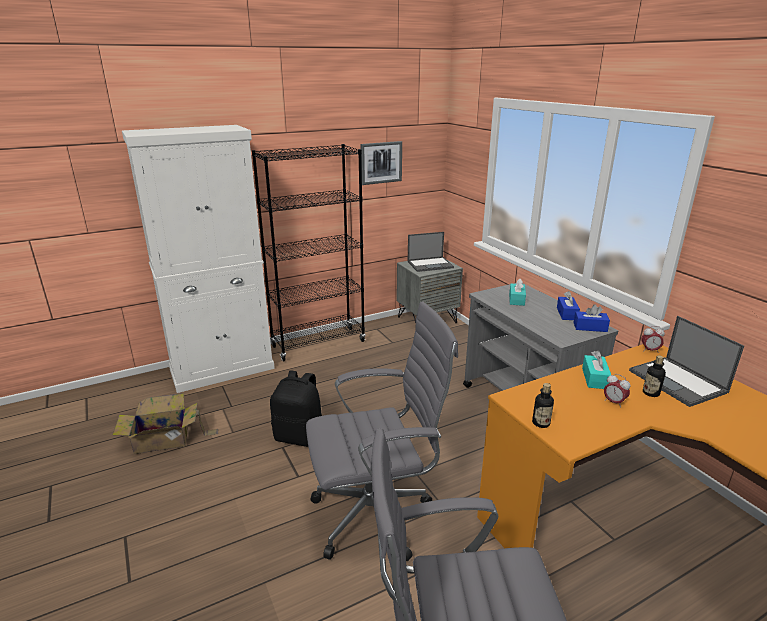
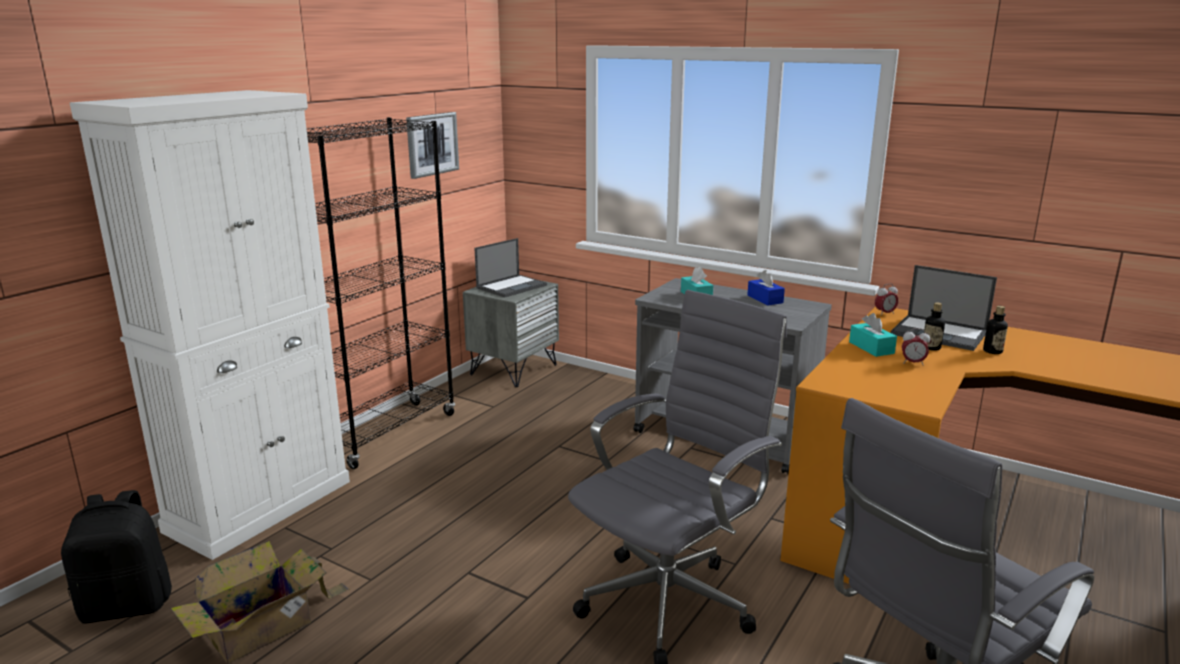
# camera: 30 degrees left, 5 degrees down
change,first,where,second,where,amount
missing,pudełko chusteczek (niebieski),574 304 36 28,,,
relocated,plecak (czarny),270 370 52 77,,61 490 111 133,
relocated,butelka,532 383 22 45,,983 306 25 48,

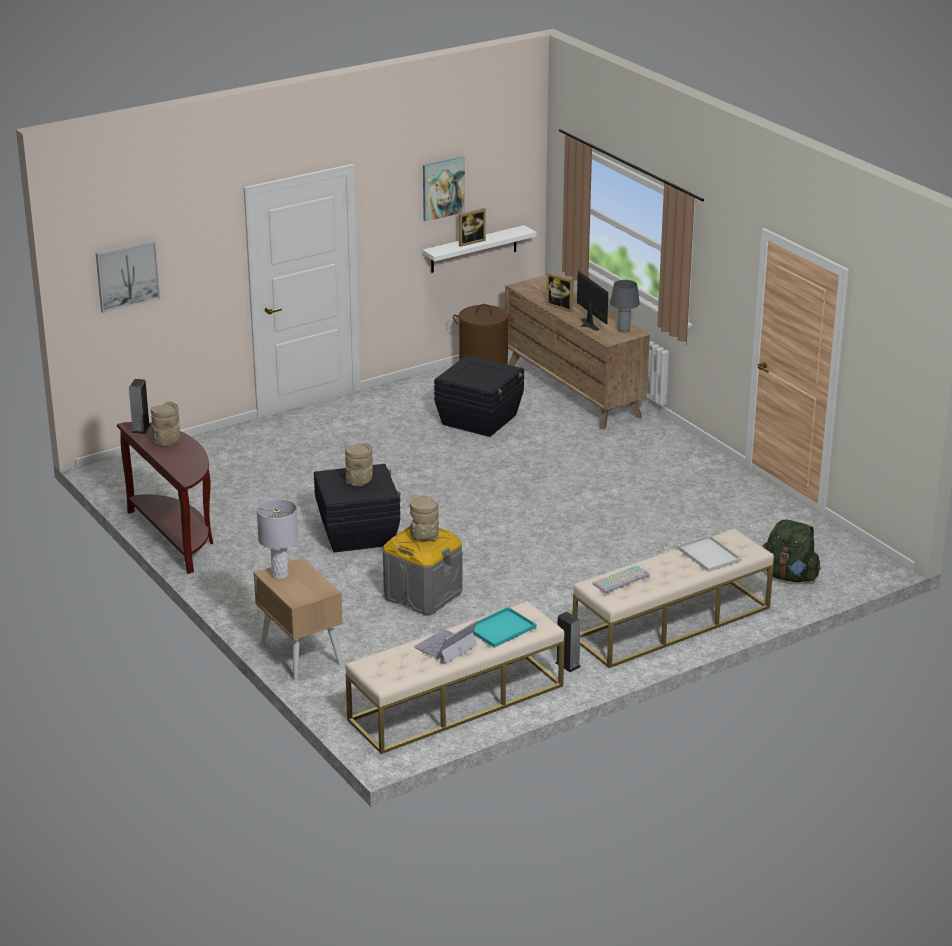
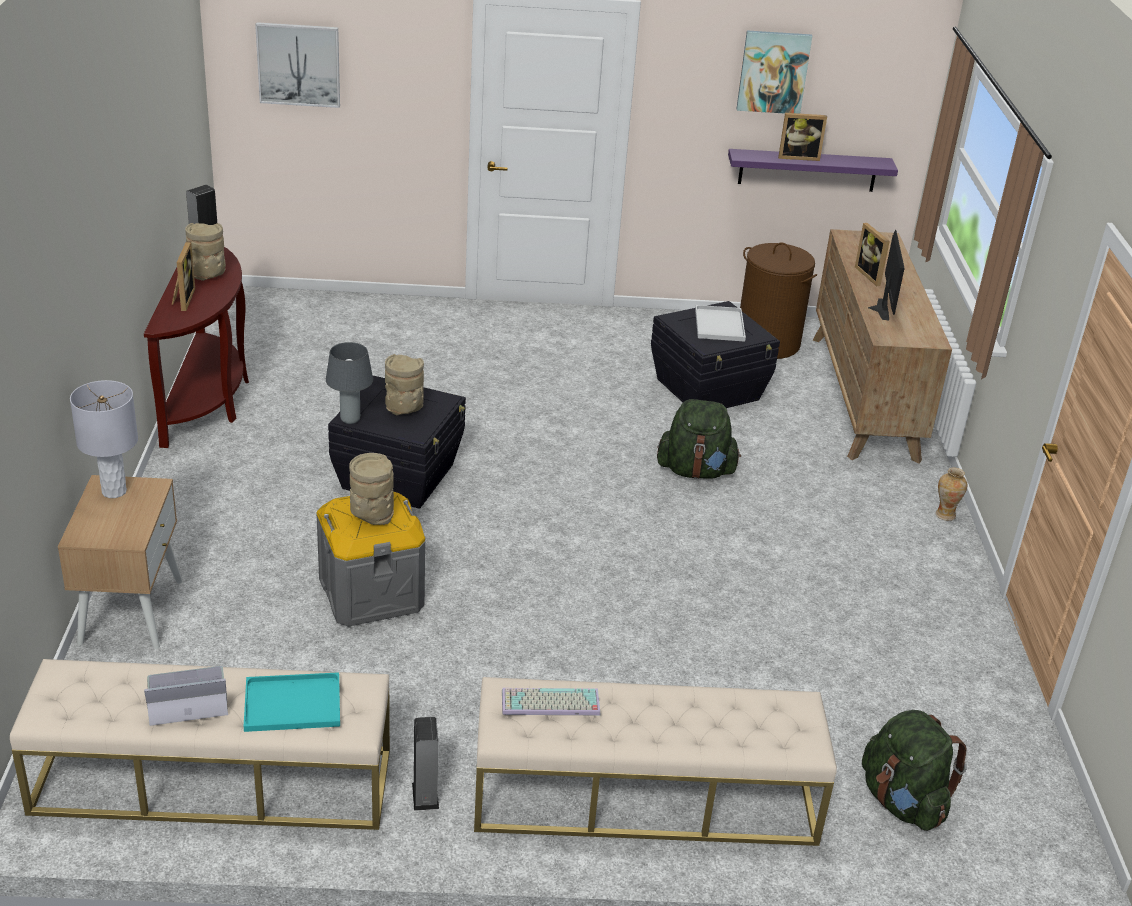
# camera: 30 degrees right, 5 degrees up
change,first,where,second,where,amount
appeared,,,ramka na zdjęcie,172 241 23 70,
appeared,,,plecak (zielony),657 399 84 80,
appeared,,,wazon,935 467 32 54,
relocated,lampa stołowa (szary),610 280 30 52,,326 342 47 82,
relocated,taca (biały),677 535 64 37,,695 305 51 37,
colour,półka (biały),423 225 114 48,półka (fioletowy),728 149 170 43,

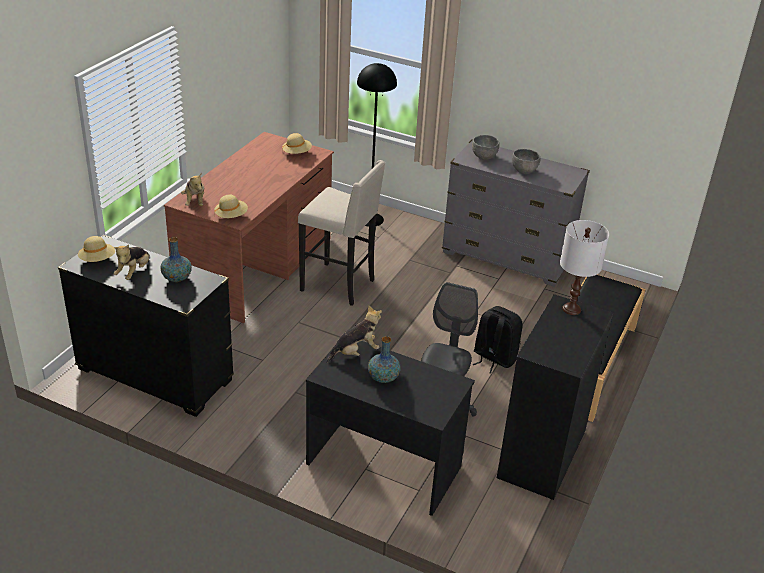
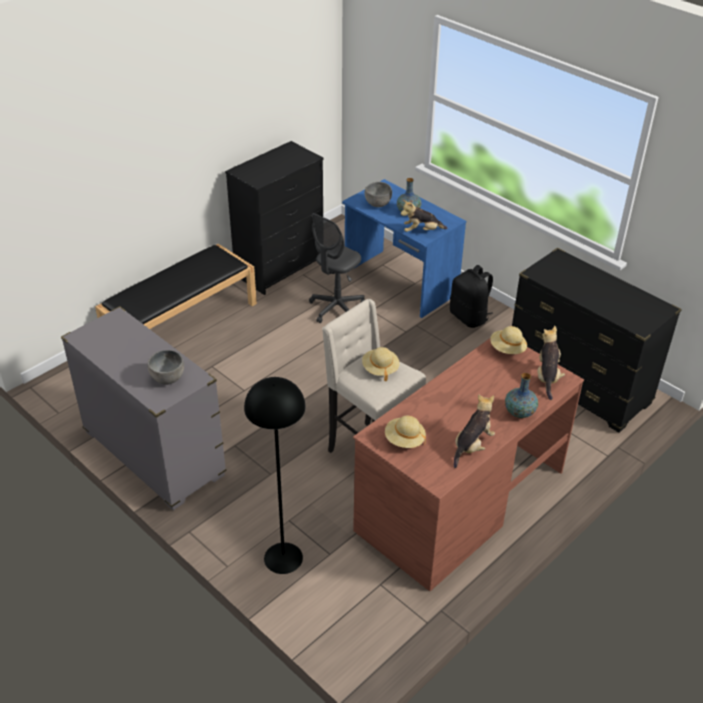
# camera: 160 degrees left, 5 degrees up
change,first,where,second,where,amount
missing,lampa stołowa (biały),560 220 49 95,,,
relocated,kapelusz (beżowy),78 236 37 26,,362 347 38 34,
relocated,pluszak,113 244 37 36,,454 394 41 74,
relocated,wazon,161 237 31 45,,505 373 33 45,
relocated,plecak (czarny),472 306 51 68,,450 265 43 63,
relocated,miska (szary),512 149 29 25,,365 182 27 25,
colour,biurko (czarny),306 341 169 175,biurko (niebieski),342 179 124 139,

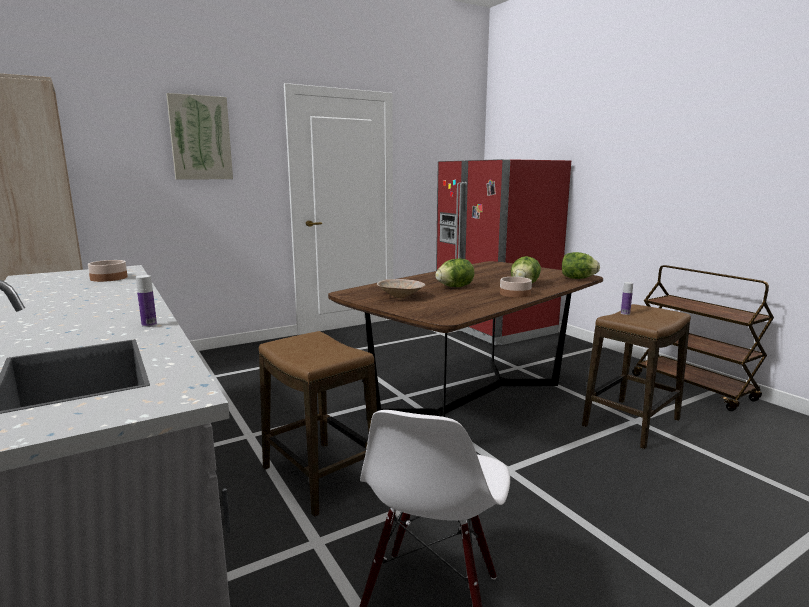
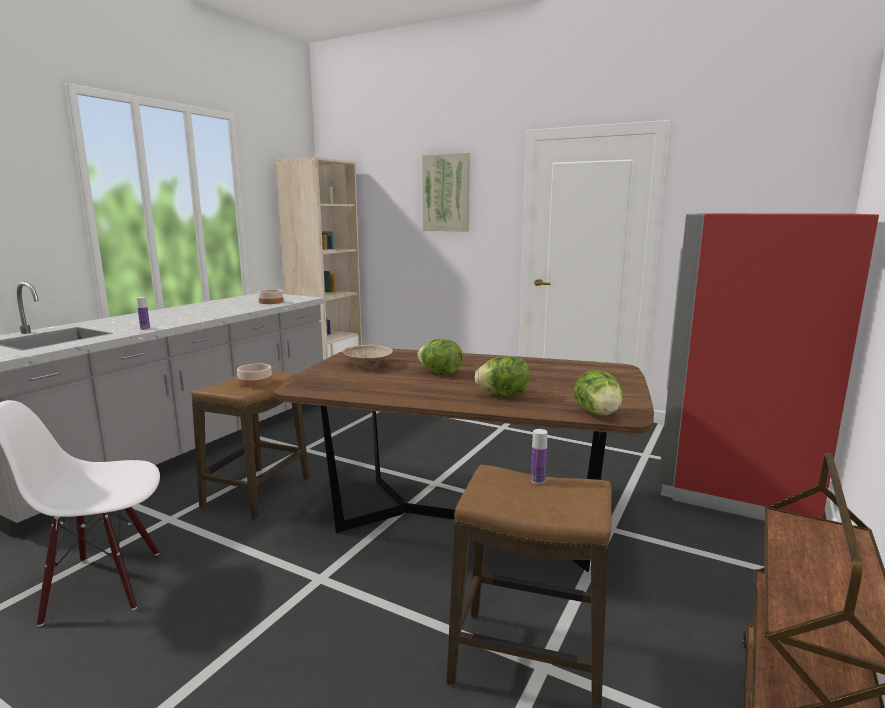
# camera: 60 degrees right, 0 degrees up
change,first,where,second,where,amount
relocated,miska,500 277 32 21,,237 363 35 24,

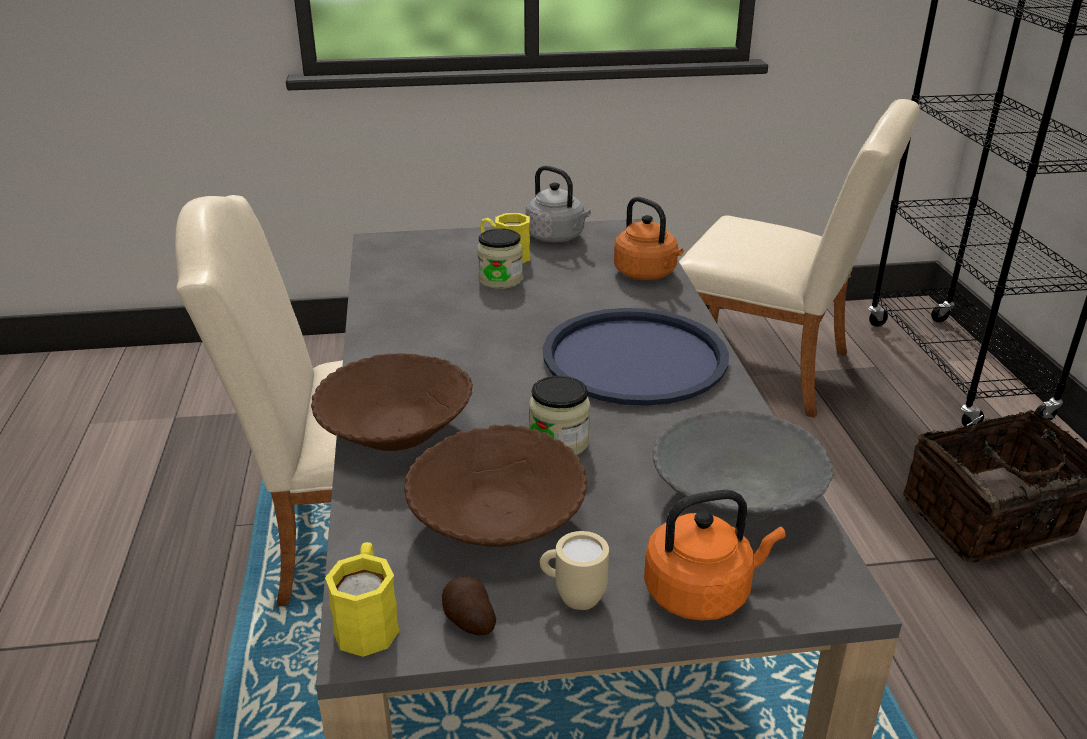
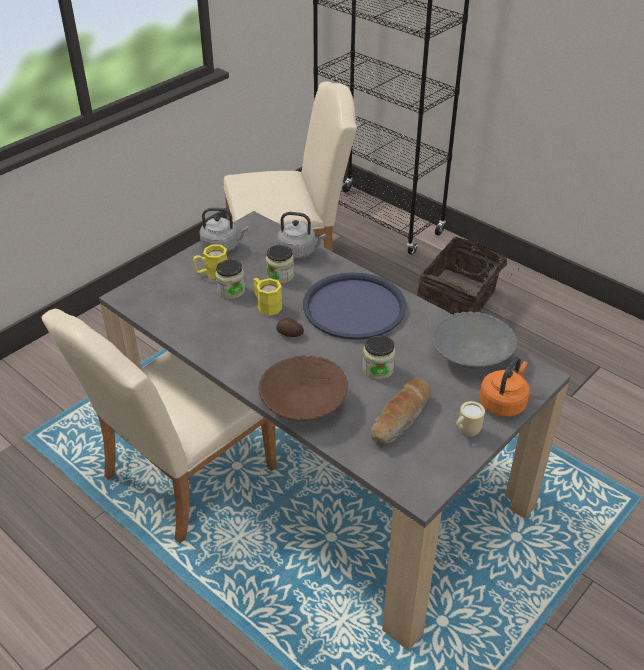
# camera: 40 degrees left, 10 degrees up
change,first,where,second,where,amount
appeared,,,słoik,266 245 28 39,
relocated,kubek (żółty),325 542 75 115,,253 278 29 38,
relocated,ziemniak,442 576 54 60,,276 318 28 19,
exchanged,miska (brązowy),404 424 183 123,chleb,371 378 60 66,
colour,czajnik (pomarańczowy),614 197 70 83,czajnik (szary),277 212 49 47,

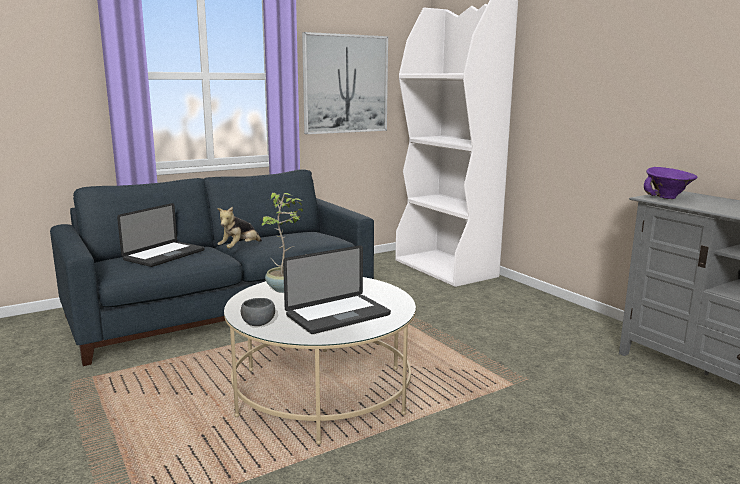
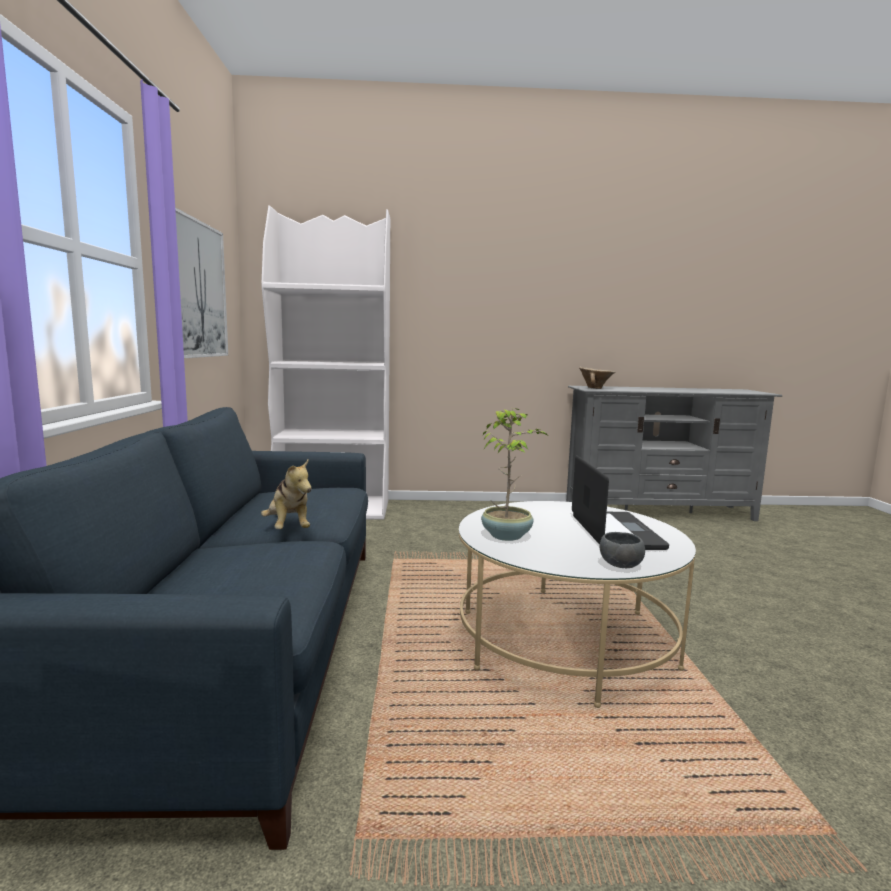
# camera: 60 degrees left, 5 degrees down
change,first,where,second,where,amount
missing,laptop,117 203 87 64,,,
colour,miska (fioletowy),644 167 54 32,miska (beżowy),579 367 36 22,

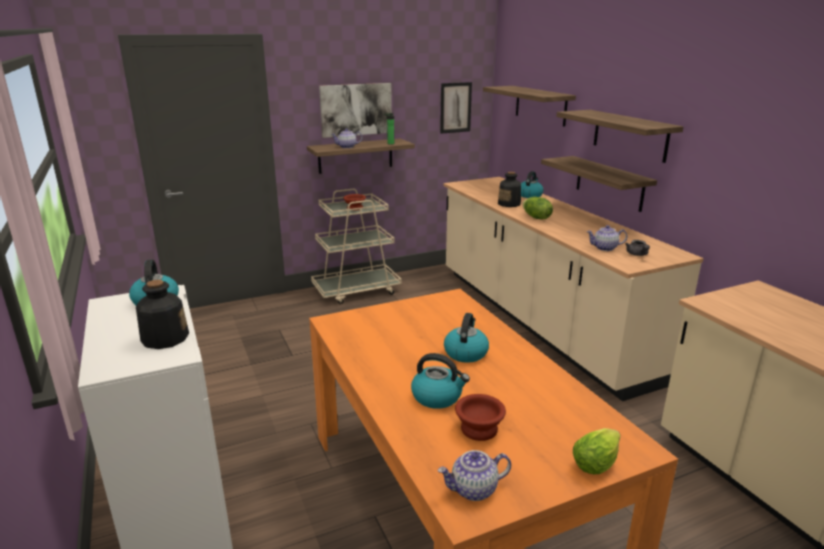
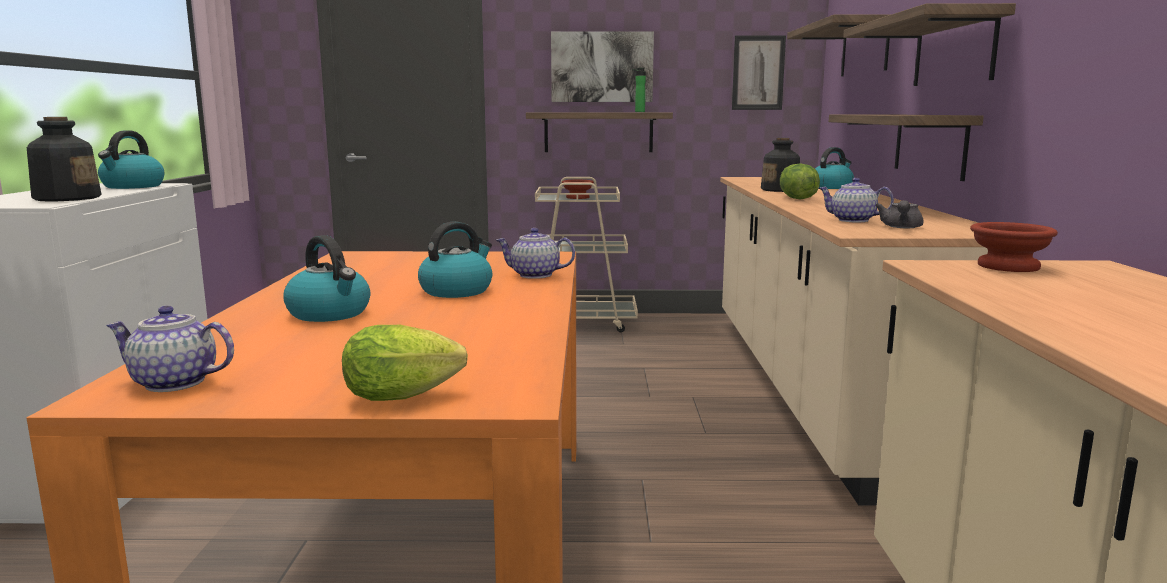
# camera: 25 degrees right, 10 degrees down
change,first,where,second,where,amount
relocated,imbryk,331 128 31 20,,496 228 79 51,
relocated,miska (brązowy),455 394 51 47,,970 222 88 50,

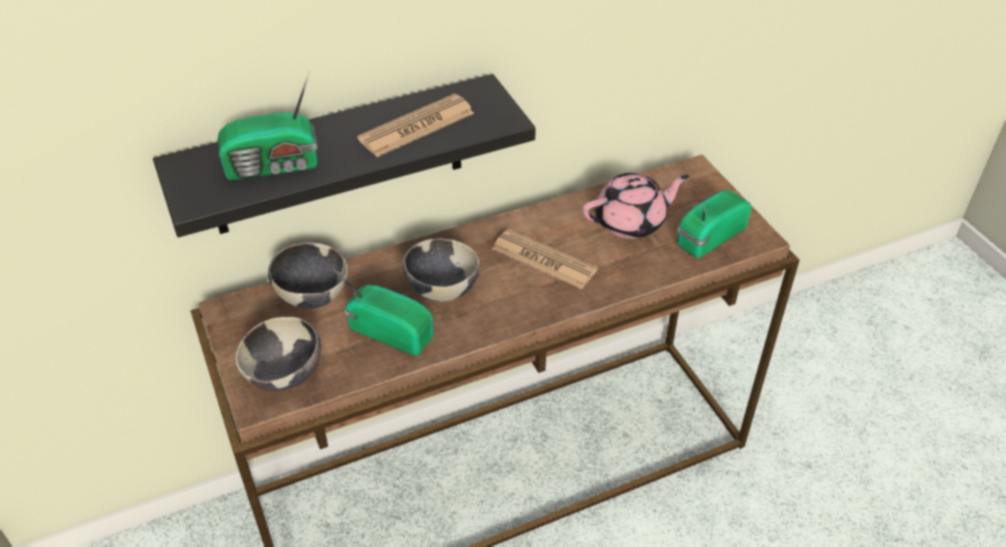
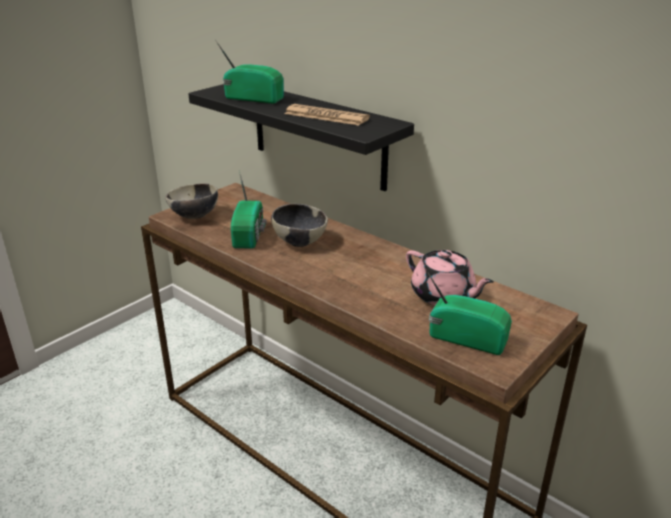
# camera: 65 degrees right, 15 degrees down
change,first,where,second,where,amount
missing,miska,268 242 80 67,,,
missing,gazeta,492 229 106 60,,,
spun,radio,218 71 100 110,,215 40 69 64,150 degrees clockwise

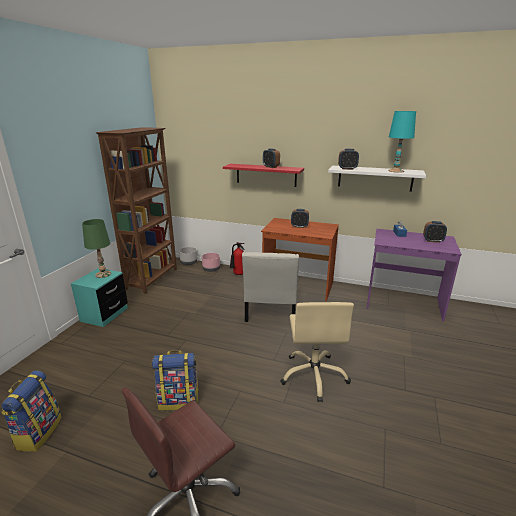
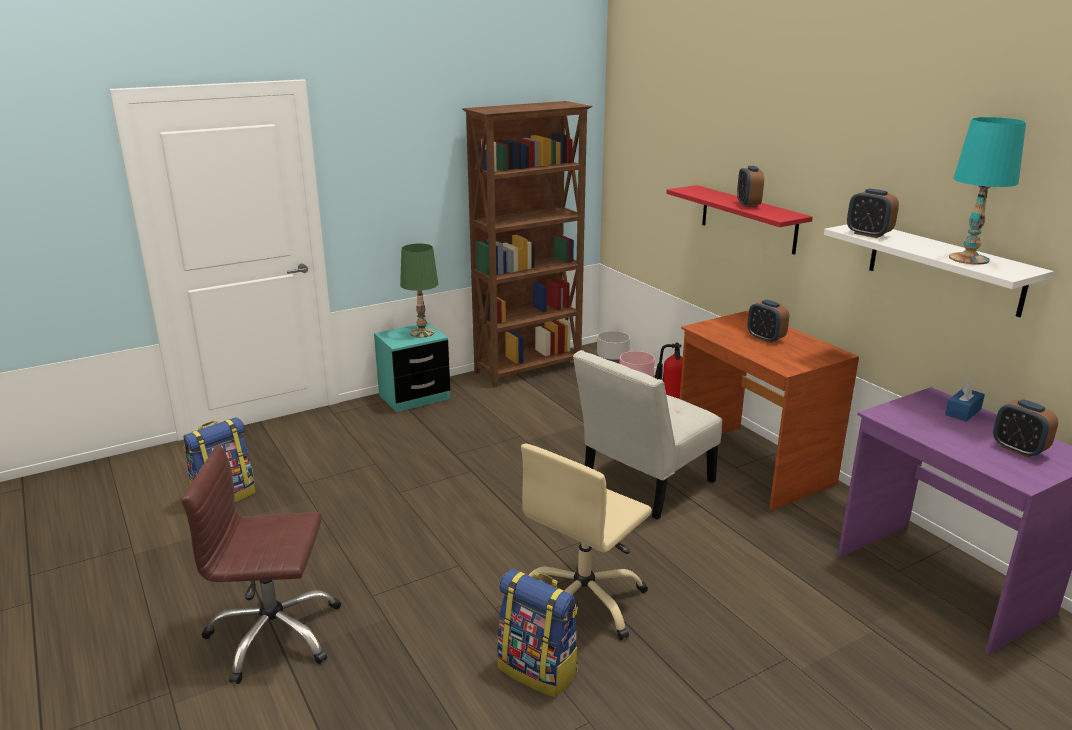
# camera: 40 degrees right, 0 degrees up
change,first,where,second,where,amount
relocated,plecak,152 350 47 61,,497 569 81 129,

